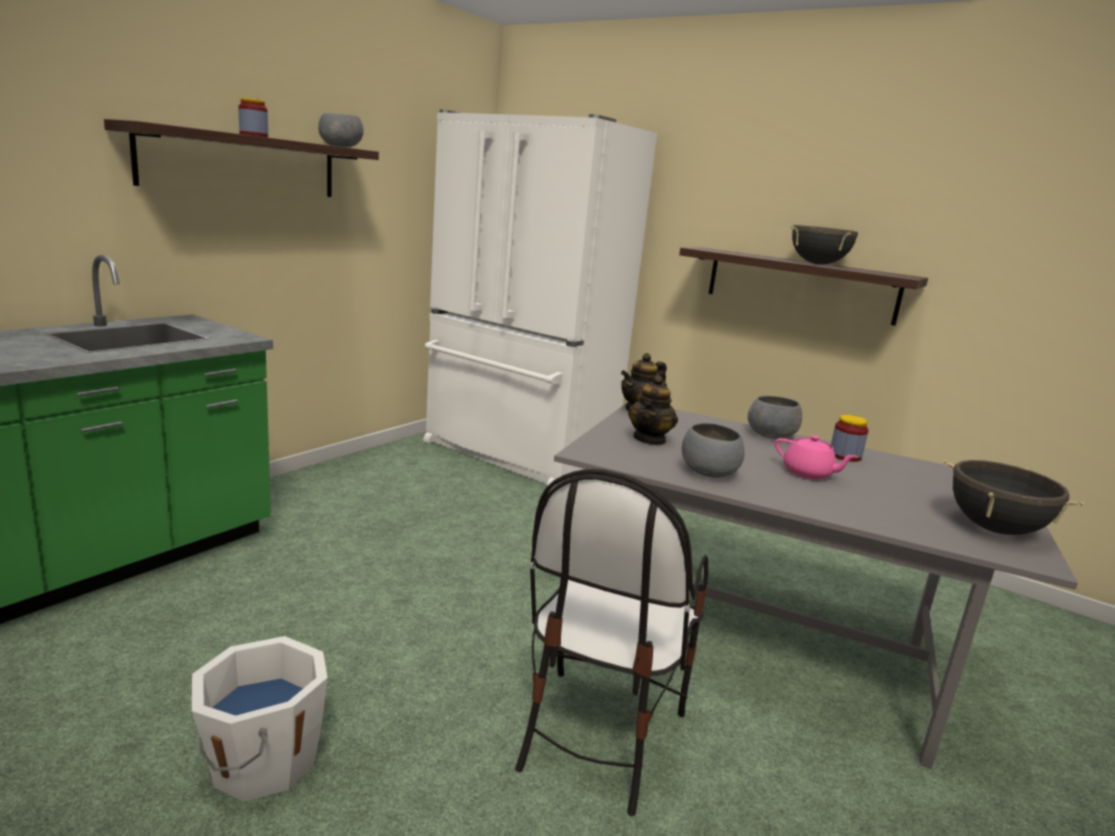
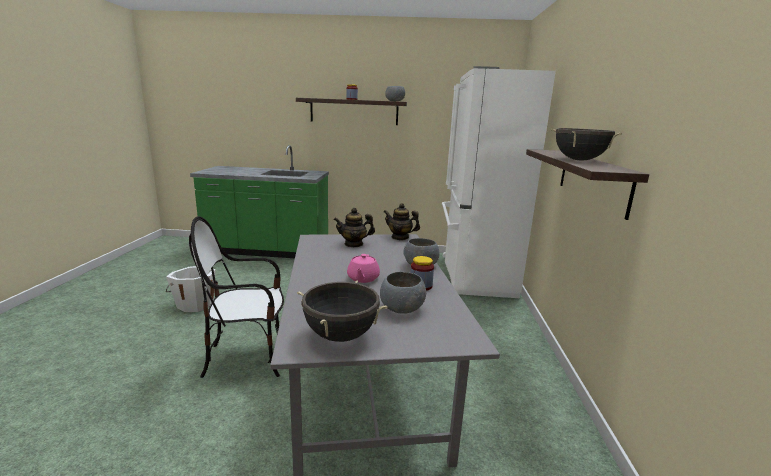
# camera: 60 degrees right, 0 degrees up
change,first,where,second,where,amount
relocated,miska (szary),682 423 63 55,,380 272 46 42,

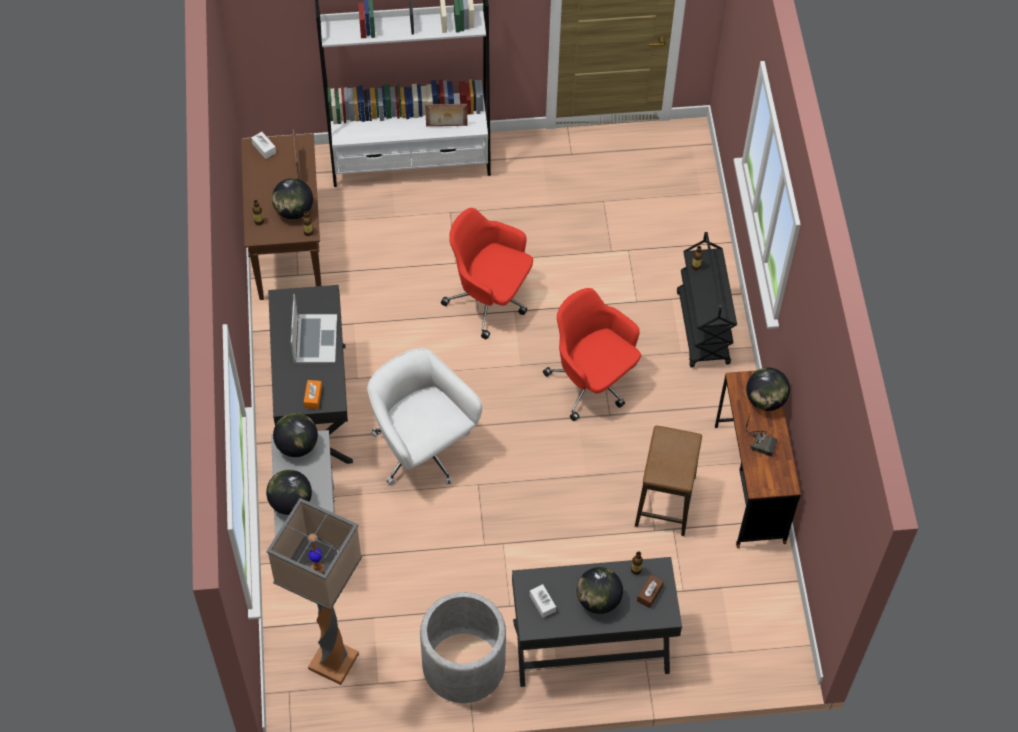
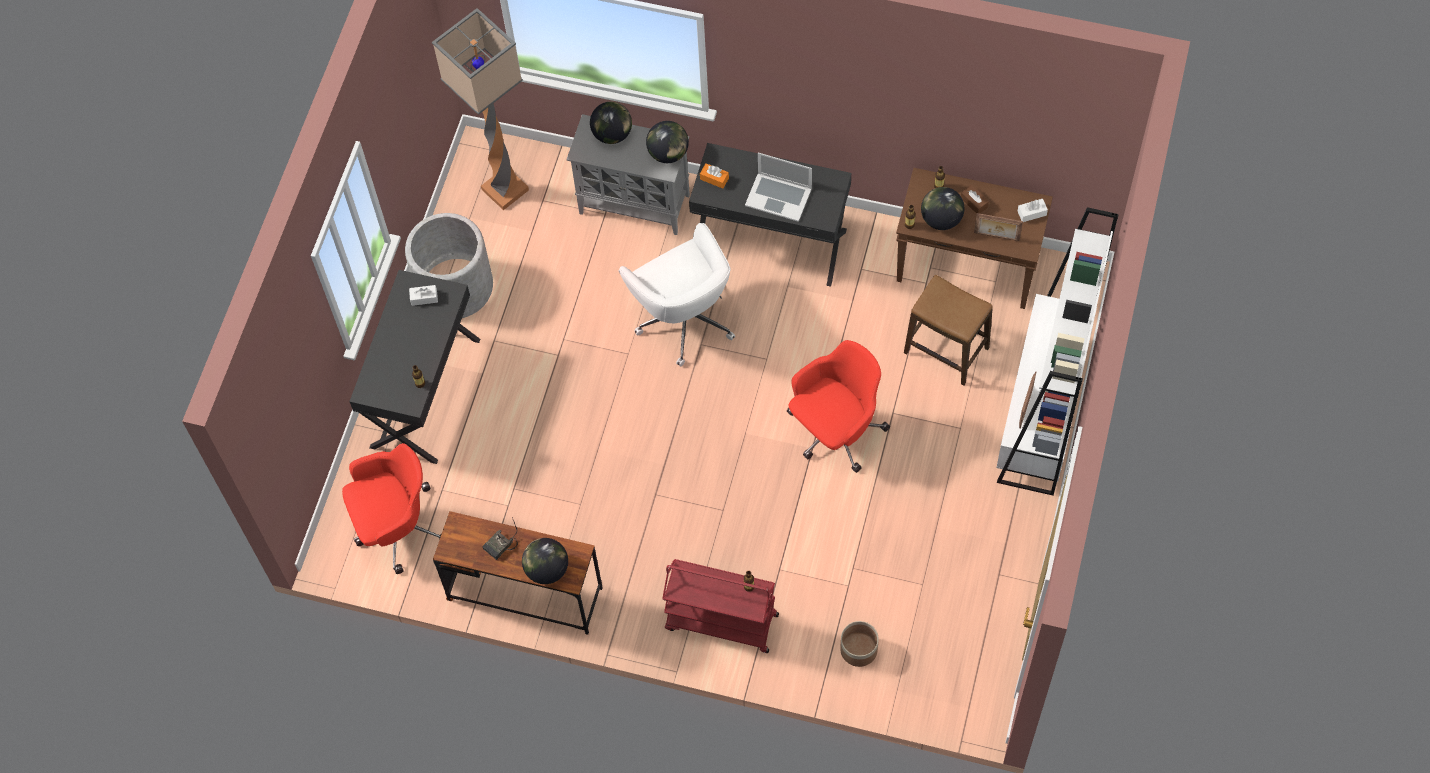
# camera: 115 degrees right, 5 degrees up
change,first,where,second,where,amount
missing,globus,577 567 46 47,,,
appeared,,,donica,840 621 39 46,
relocated,krzesło biurowe (czerwony),543 288 98 133,,342 443 99 131,
relocated,stołek,635 425 67 111,,904 275 89 111,
relocated,pudełko chusteczek (brązowy),637 575 27 33,,961 185 28 29,
colour,wózek (czarny),677 232 60 135,wózek (czerwony),662 559 117 94,
spun,krzesło biurowe (biały),367 348 115 137,,619 223 116 144,75 degrees clockwise

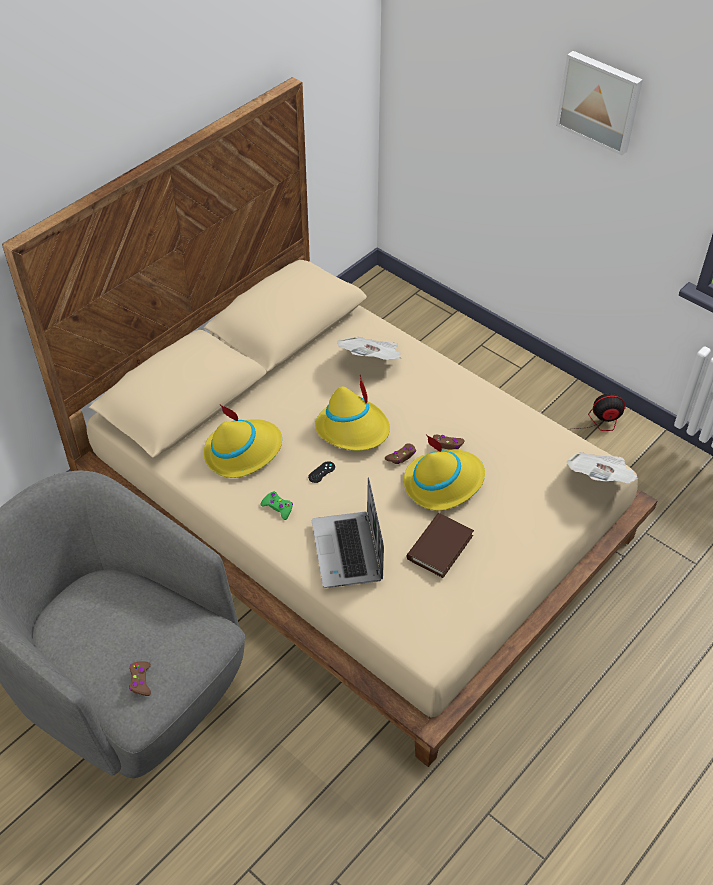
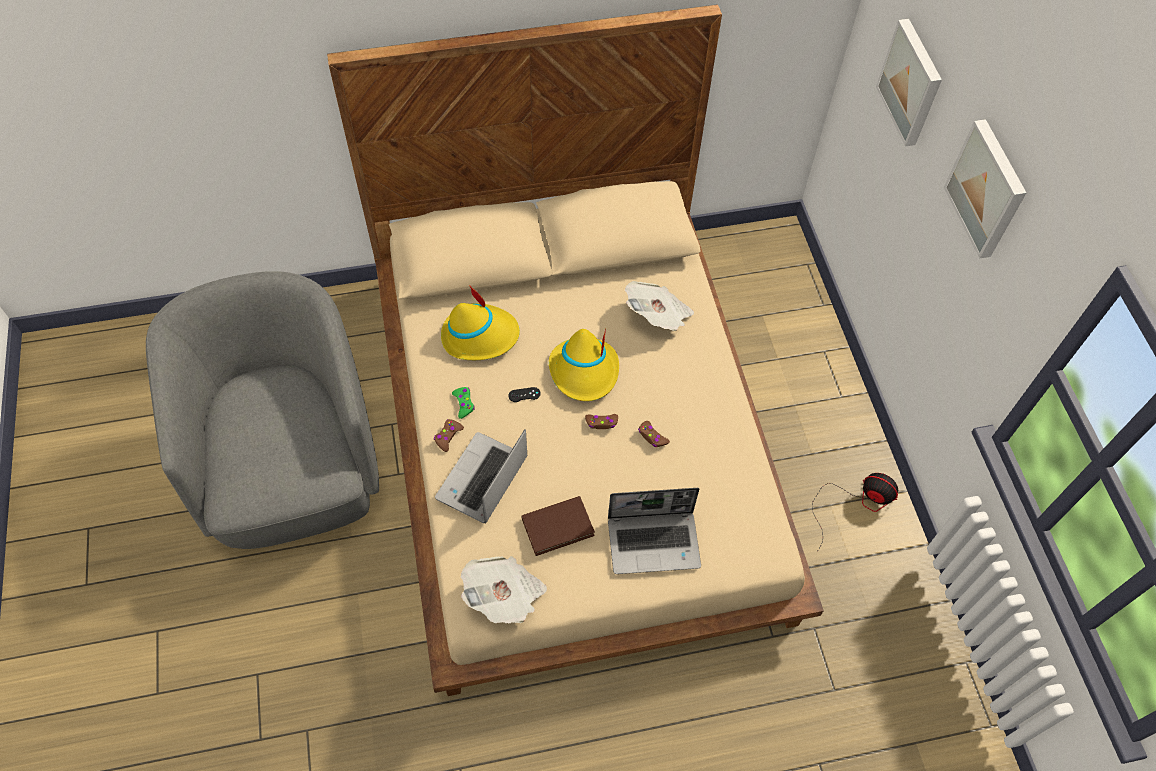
# camera: 35 degrees right, 10 degrees up
change,first,where,second,where,amount
missing,kapelusz (żółty),404 435 81 76,,,
appeared,,,laptop,608 488 93 86,
appeared,,,obraz,876 19 66 128,
relocated,pad do gier (brązowy),129 661 22 35,,434 419 30 33,
relocated,gazeta,567 452 72 31,,461 556 86 68,

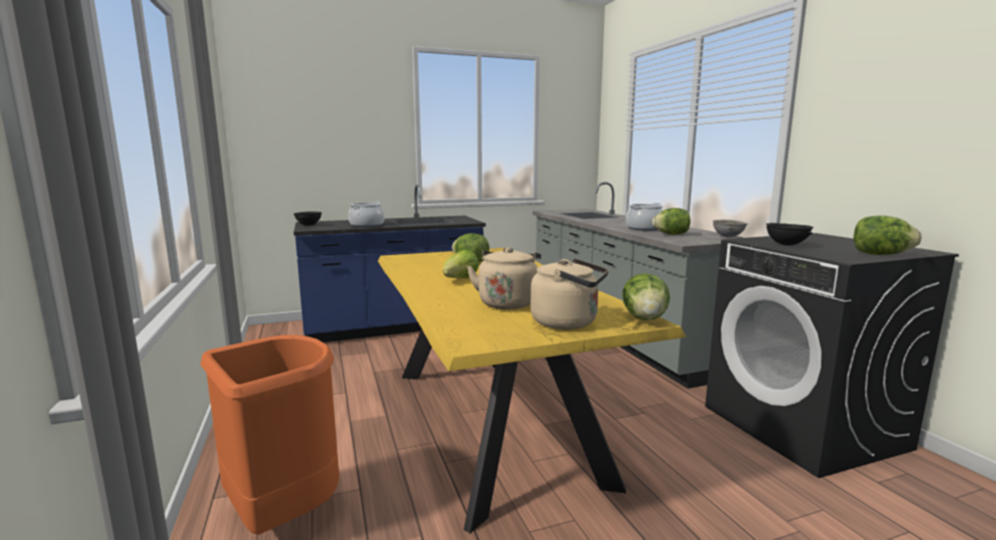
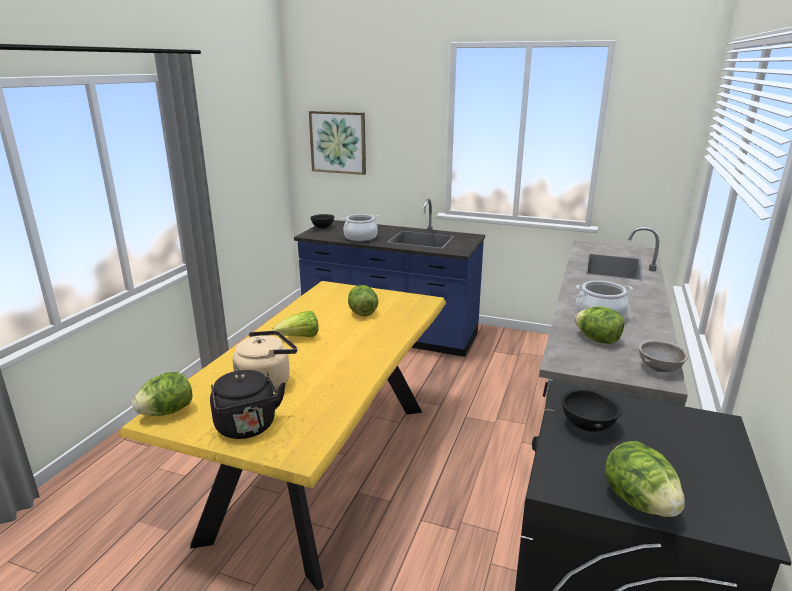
# camera: 40 degrees right, 10 degrees up
change,first,where,second,where,amount
missing,kosz na śmieci (pomarańczowy),200 335 139 200,,,
appeared,,,obraz,309 111 57 64,
relocated,sałata,622 273 48 47,,132 372 61 44,
colour,czajnik (beżowy),531 258 78 71,czajnik (czarny),210 370 76 69,

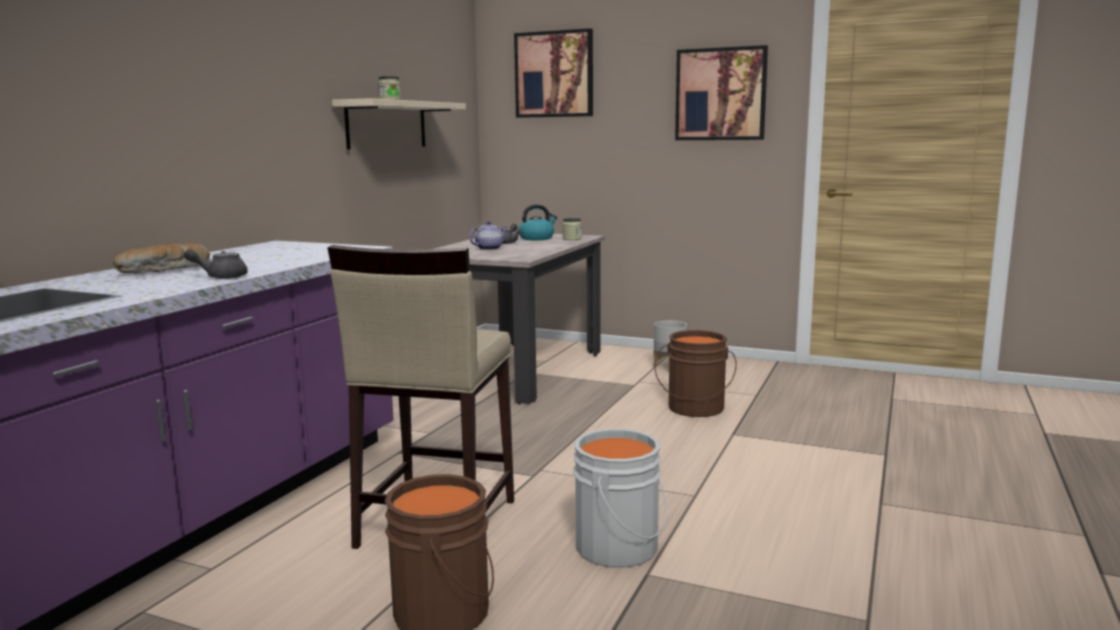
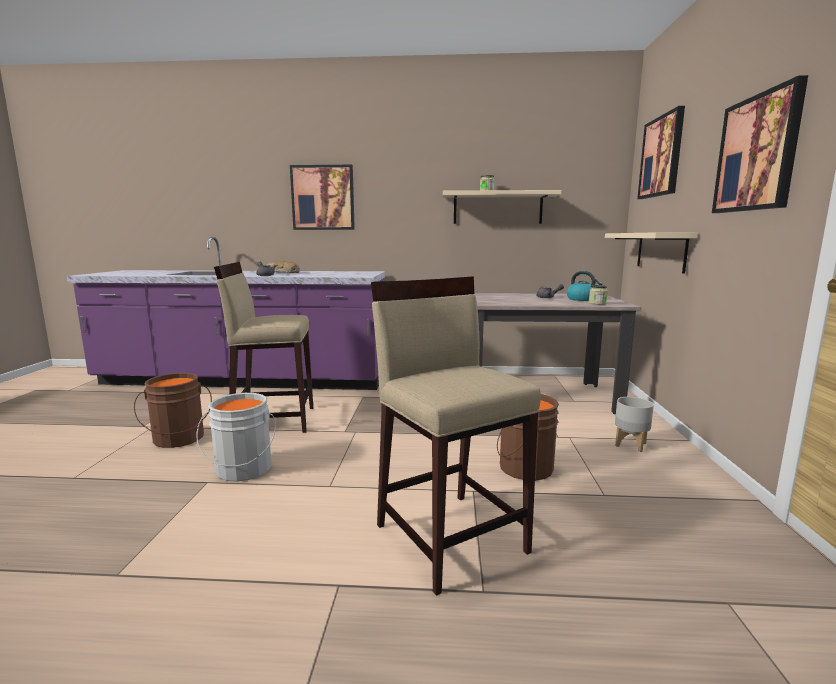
# camera: 70 degrees right, 0 degrees up
change,first,where,second,where,amount
missing,imbryk,469 221 38 29,,,
appeared,,,obraz,290 165 65 65,
appeared,,,stołek (beżowy),371 276 170 320,
appeared,,,półka (beżowy),605 232 93 42,

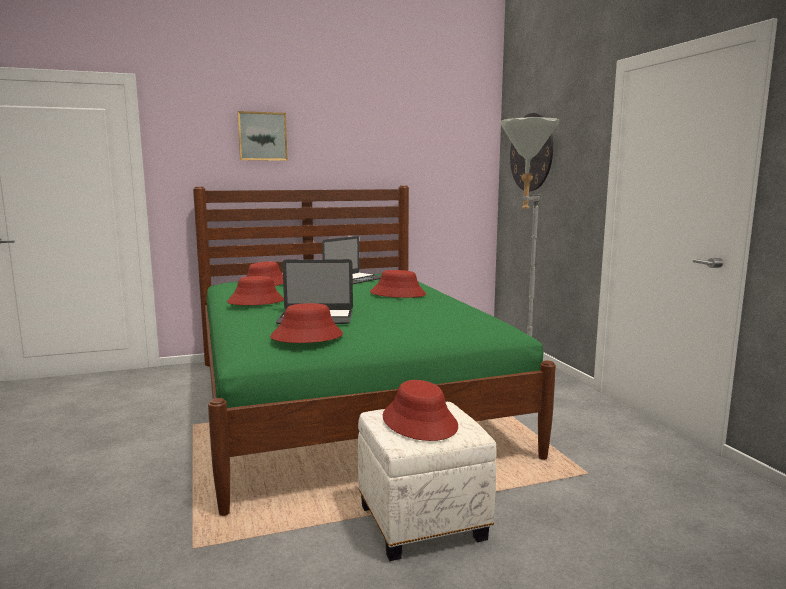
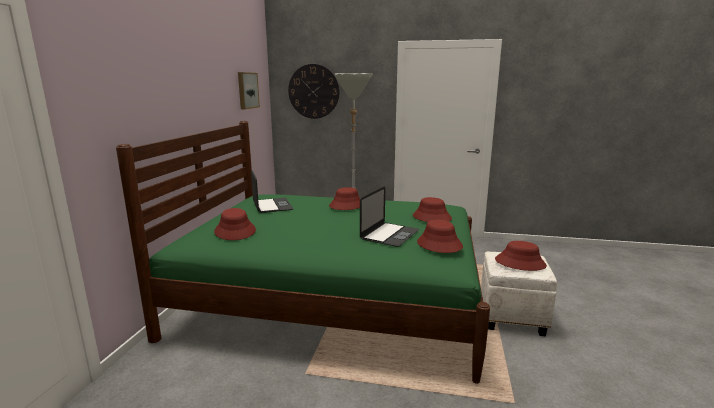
# camera: 60 degrees left, 5 degrees up
change,first,where,second,where,amount
relocated,kapelusz (czerwony),227 276 57 29,,413 197 39 25,
relocated,obraz,237 111 51 50,,238 72 22 37,

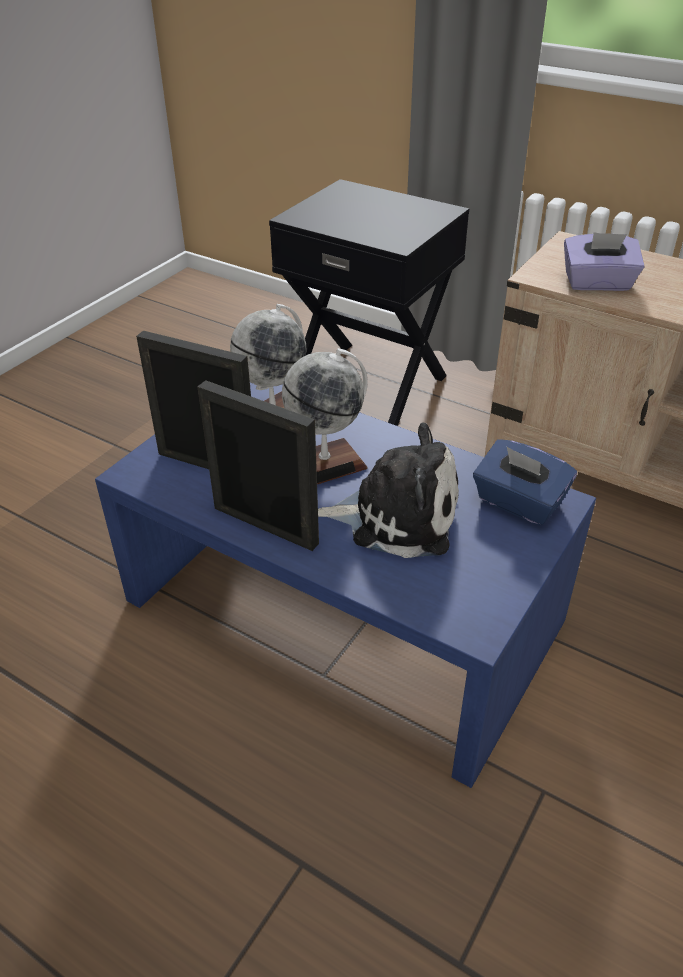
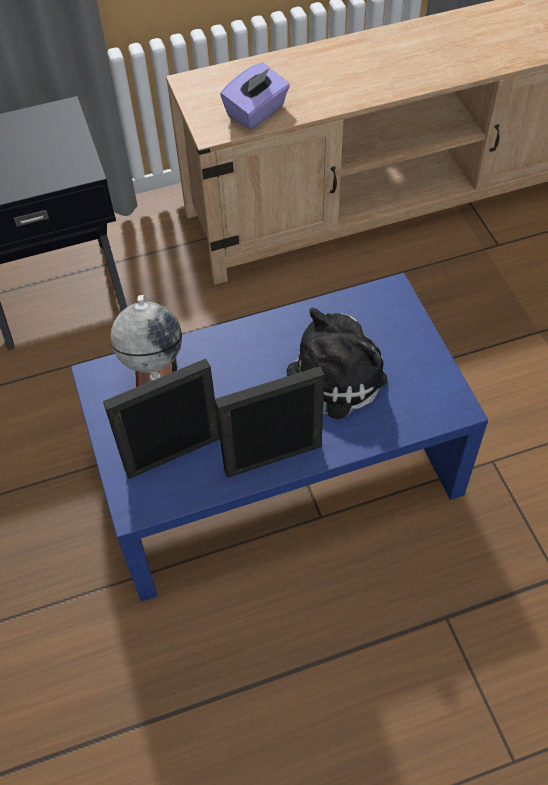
# camera: 50 degrees left, 15 degrees up
change,first,where,second,where,amount
missing,globus,282 348 86 136,,,
missing,pudełko chusteczek (niebieski),473 439 104 86,,,

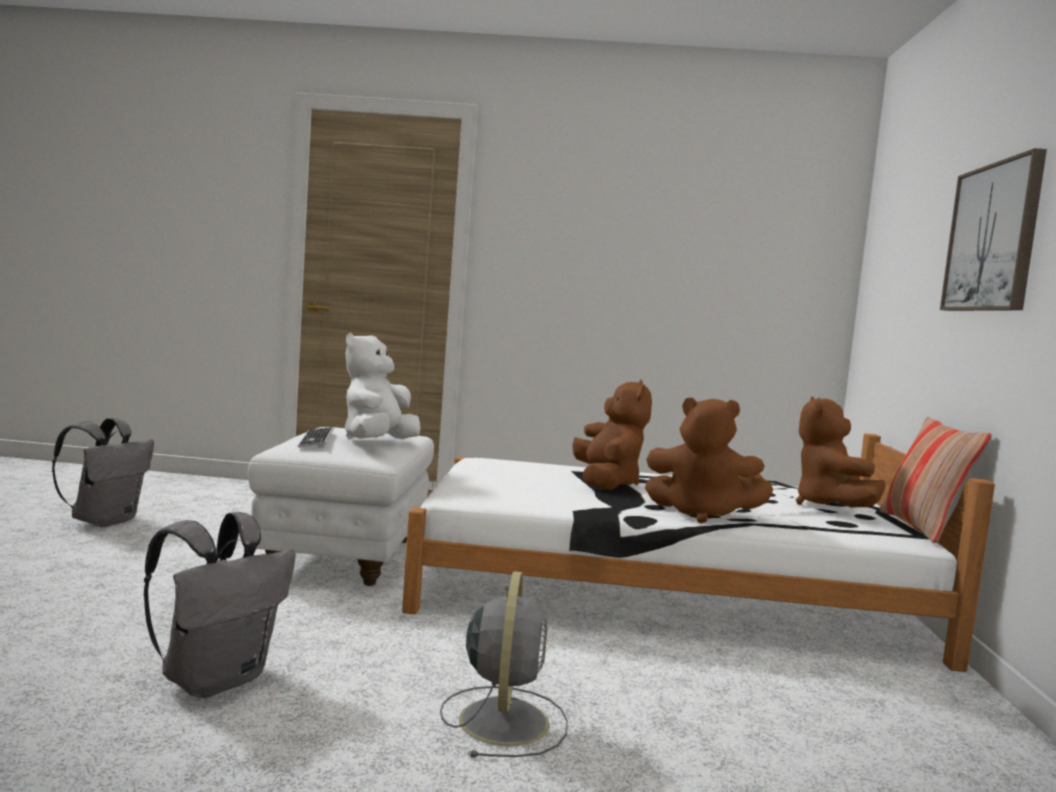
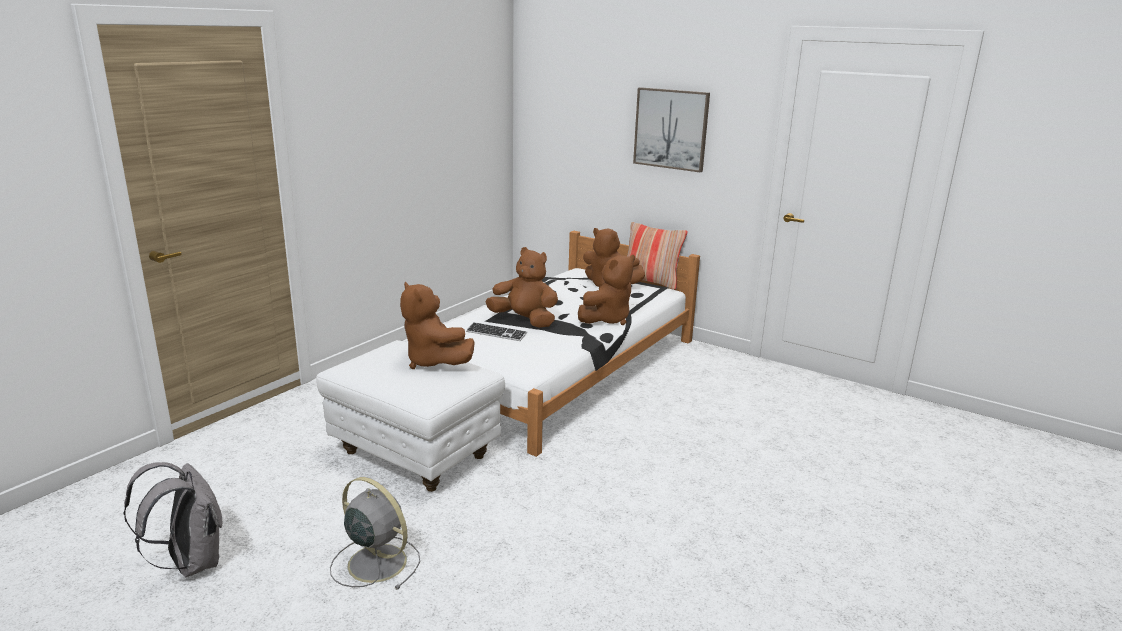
# camera: 60 degrees left, 15 degrees up
change,first,where,second,where,amount
missing,plecak (szary),144 512 152 186,,,
relocated,klawiatura,298 427 36 21,,466 322 61 19,
relocated,wentylator (szary),440 571 128 187,,330 477 90 113,
colour,pluszak (biały),345 333 75 106,pluszak (brązowy),400 282 75 87,

